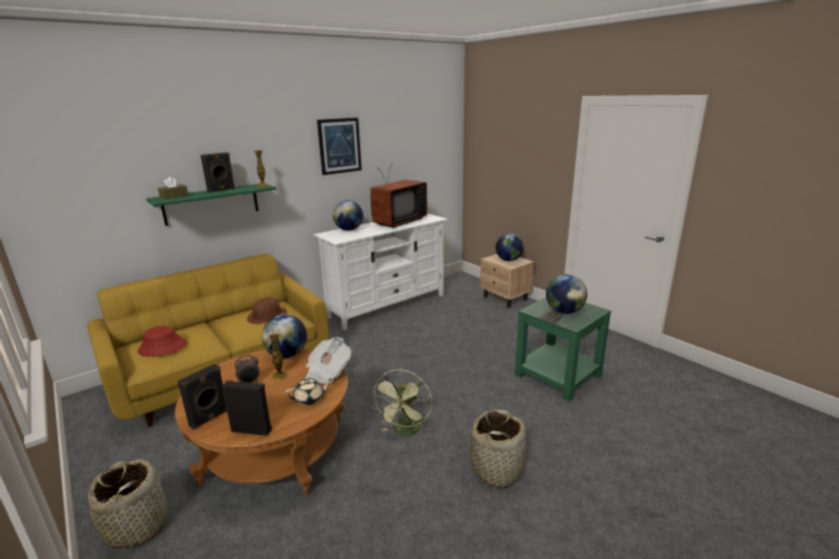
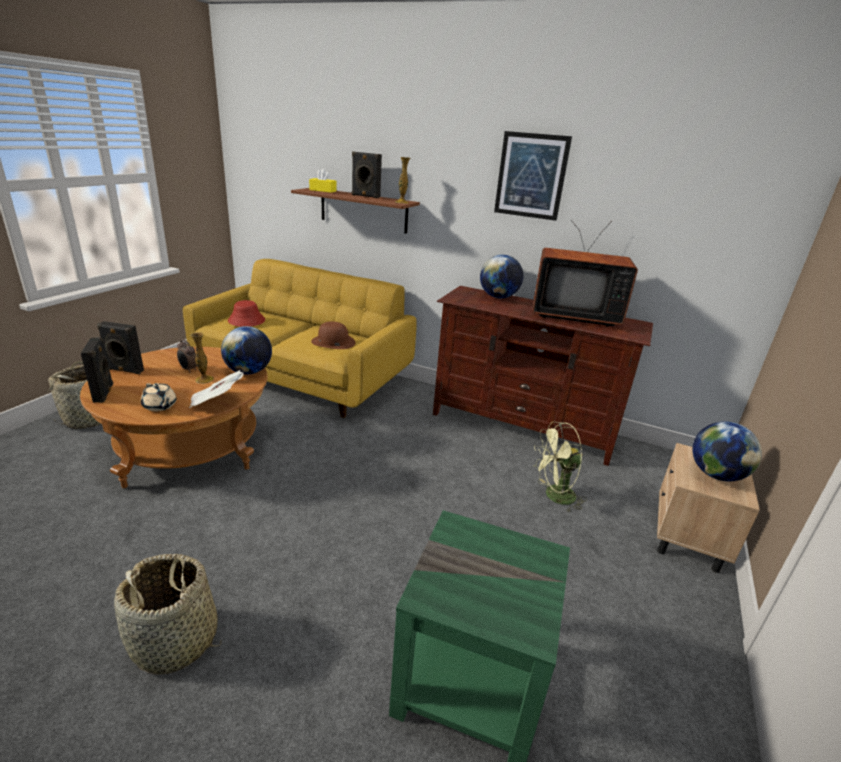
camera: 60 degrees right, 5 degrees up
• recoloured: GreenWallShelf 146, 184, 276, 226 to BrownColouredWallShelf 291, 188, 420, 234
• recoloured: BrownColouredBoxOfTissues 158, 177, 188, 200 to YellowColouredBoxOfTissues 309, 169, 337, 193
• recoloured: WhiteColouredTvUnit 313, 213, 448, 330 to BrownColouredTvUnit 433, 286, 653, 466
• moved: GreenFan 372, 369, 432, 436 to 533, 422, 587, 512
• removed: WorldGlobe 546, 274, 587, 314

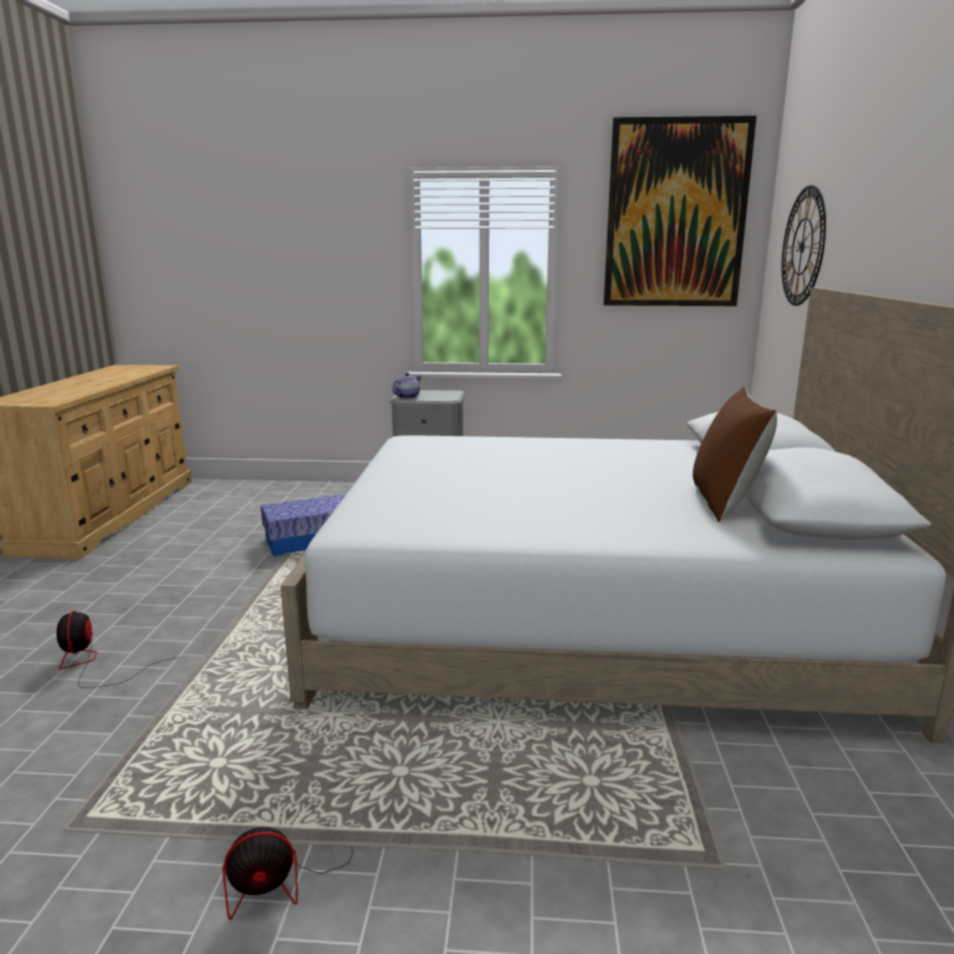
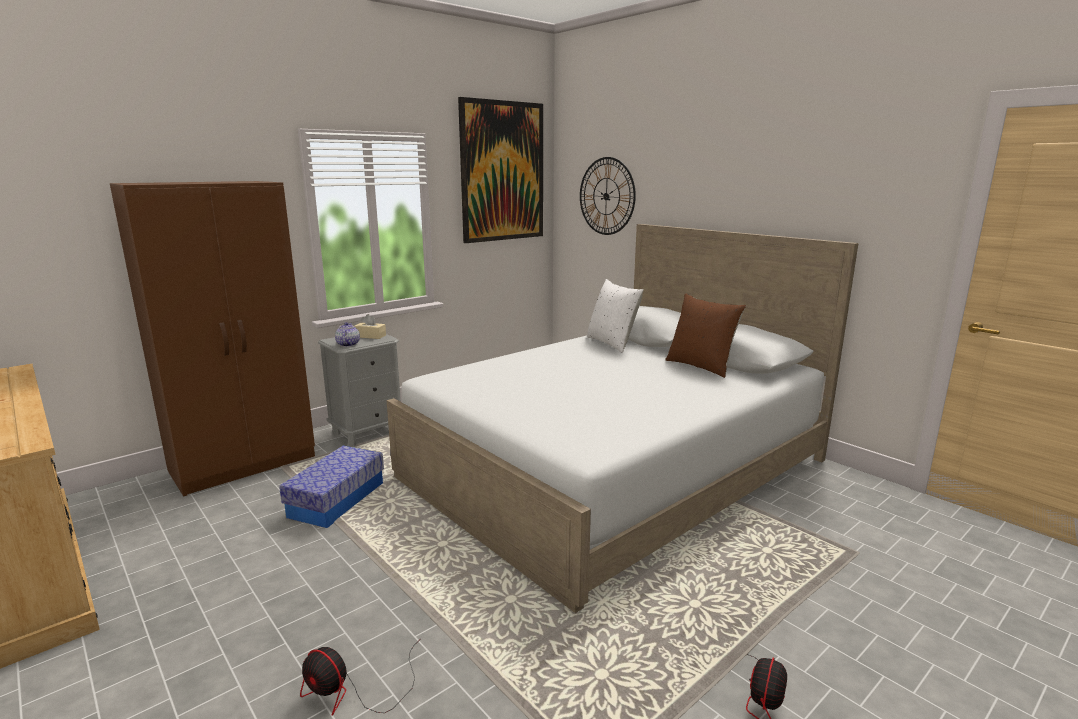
camera: 45 degrees left, 0 degrees up
• added: BrownColouredWardrobe 110, 181, 315, 497
• added: SandColouredBoxOfTissues 354, 314, 386, 339
• added: WhiteColouredPillow 587, 279, 644, 353

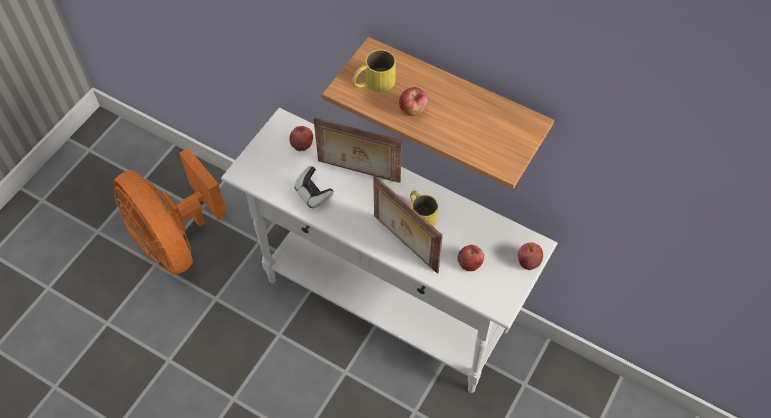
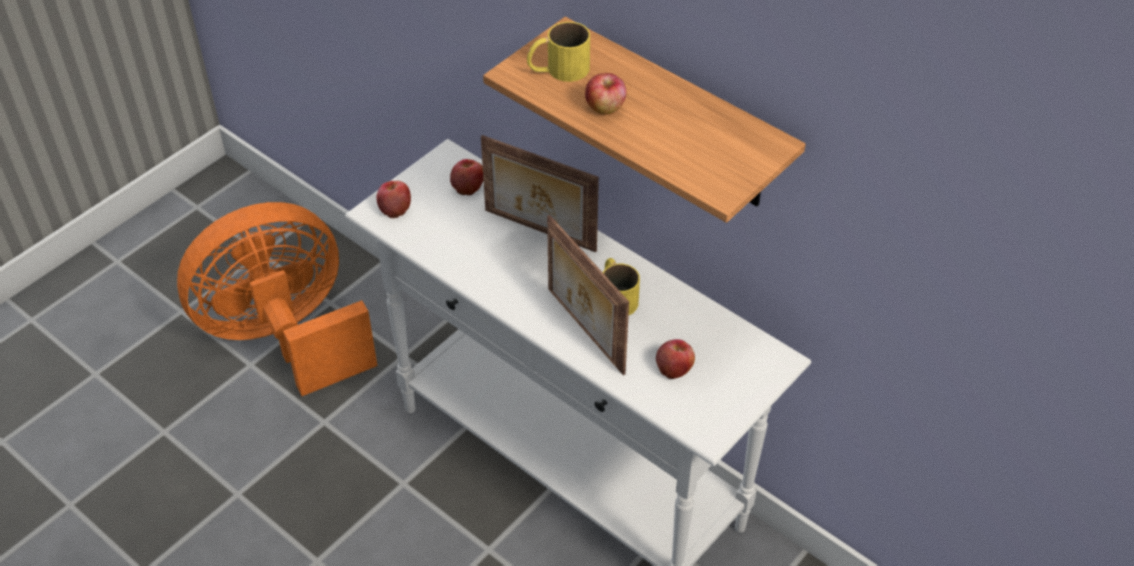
camera: 10 degrees right, 10 degrees down
• turned: OrangeColouredFan 113, 148, 227, 275 = 177, 202, 378, 396 90 degrees clockwise
• moved: WholeApple 518, 243, 543, 270 to 376, 181, 411, 218
• removed: Gamepad 294, 166, 334, 209

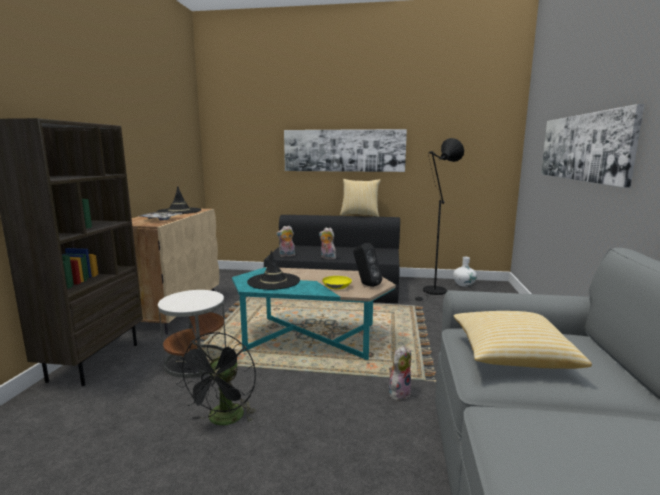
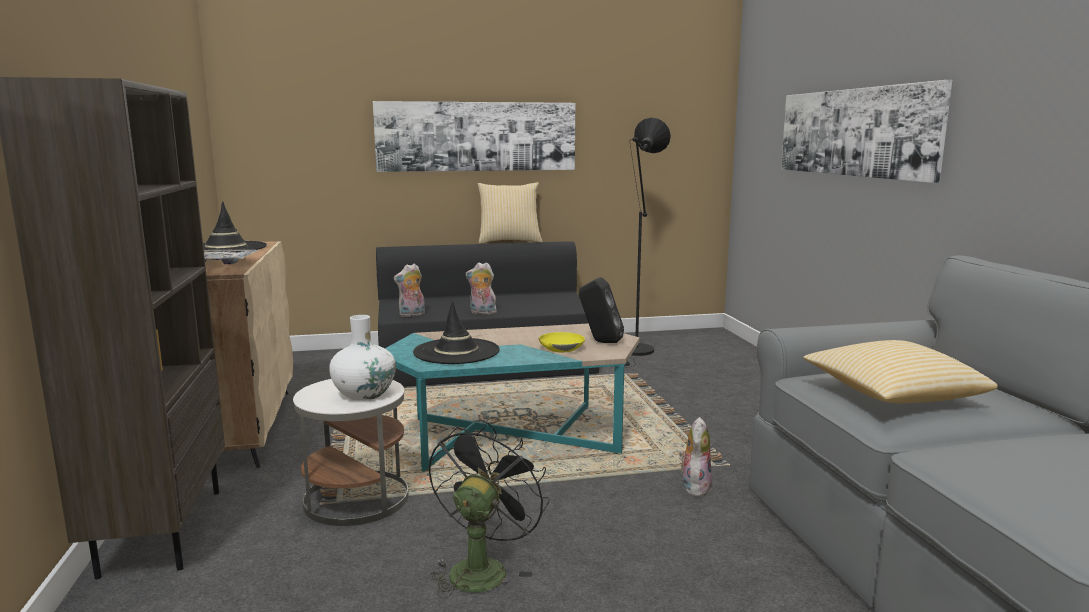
camera: 20 degrees left, 0 degrees up
• moved: WhiteColouredVase 453, 257, 477, 287 to 329, 315, 396, 401
• turned: BlackColouredFan 176, 332, 256, 425 = 429, 422, 549, 598 150 degrees counterclockwise

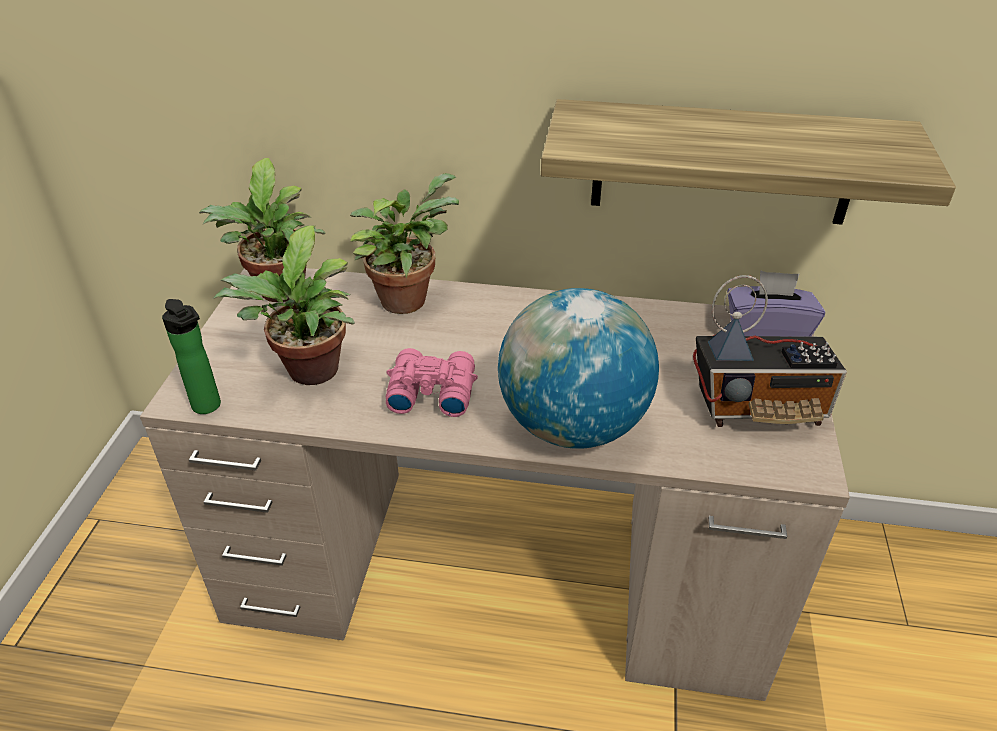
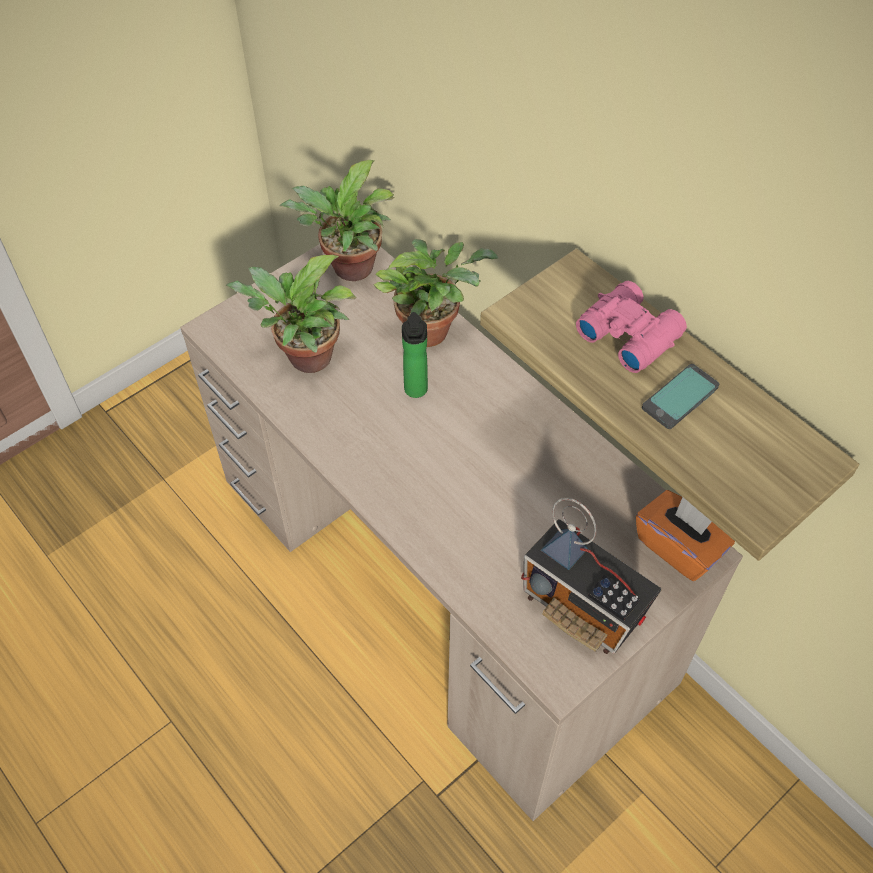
camera: 40 degrees right, 15 degrees up
• moved: Bottle 162, 299, 221, 414 to 402, 312, 428, 398
• moved: PinkishFieldGlasses 386, 348, 478, 417 to 576, 281, 687, 373
• recoloured: PurpleBoxOfTissues 727, 271, 825, 337 to OrangeColouredBoxOfTissues 636, 490, 735, 581
• added: Handset 642, 364, 719, 429
• removed: WorldGlobe 498, 288, 659, 449

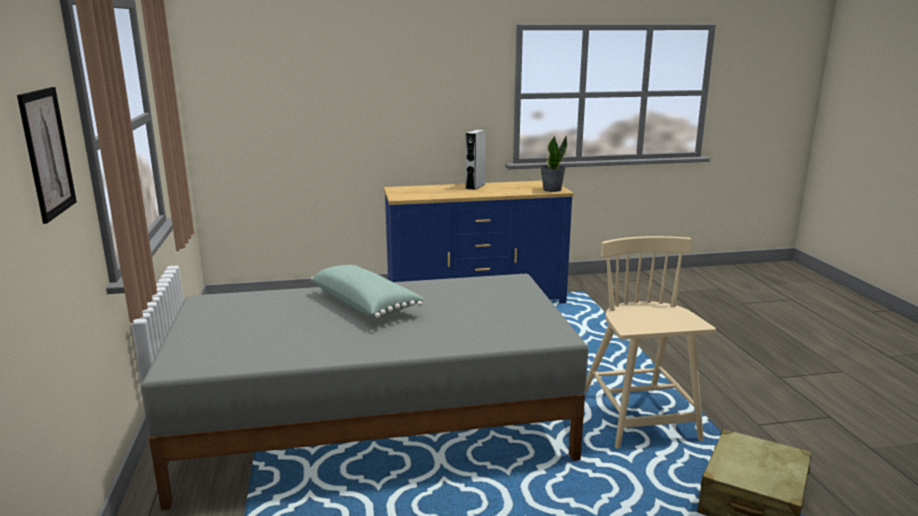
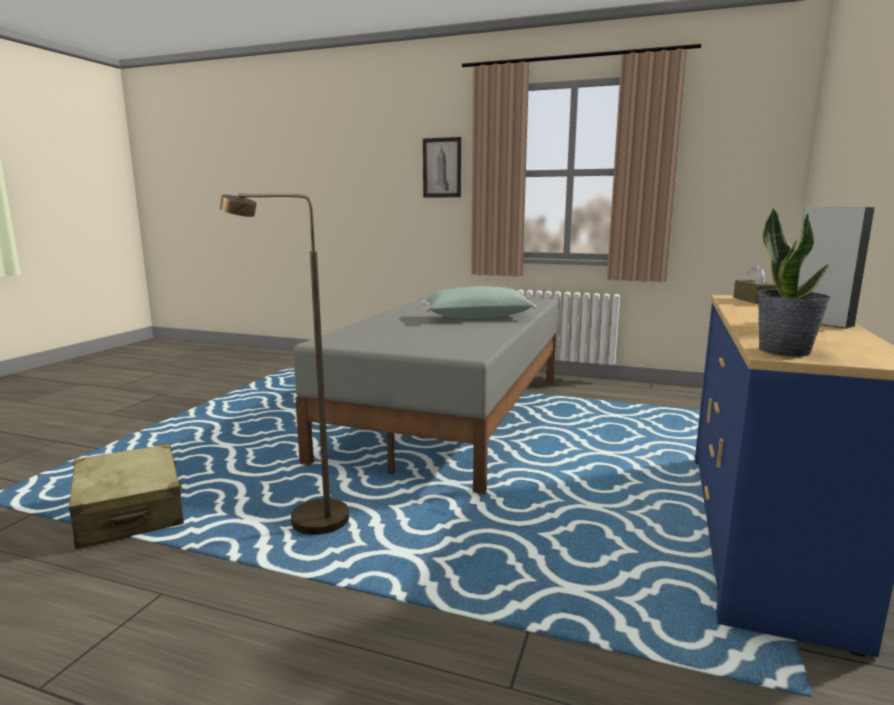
camera: 120 degrees right, 5 degrees down
• replaced: SandColouredUprightChair 584, 236, 716, 449 to BrownColouredStandingLamp 220, 194, 349, 535
• added: BrownColouredBoxOfTissues 733, 265, 777, 304

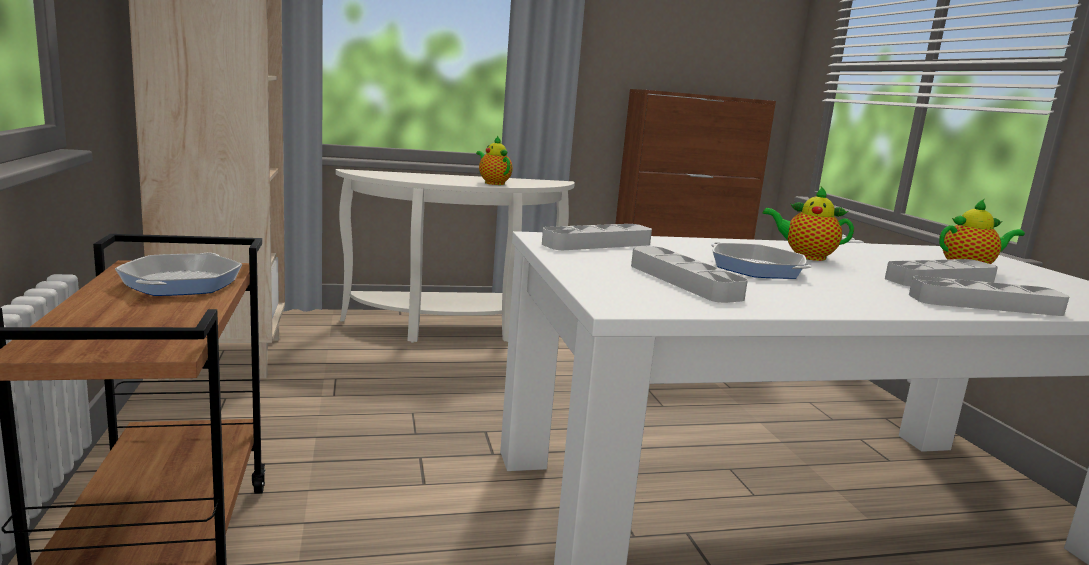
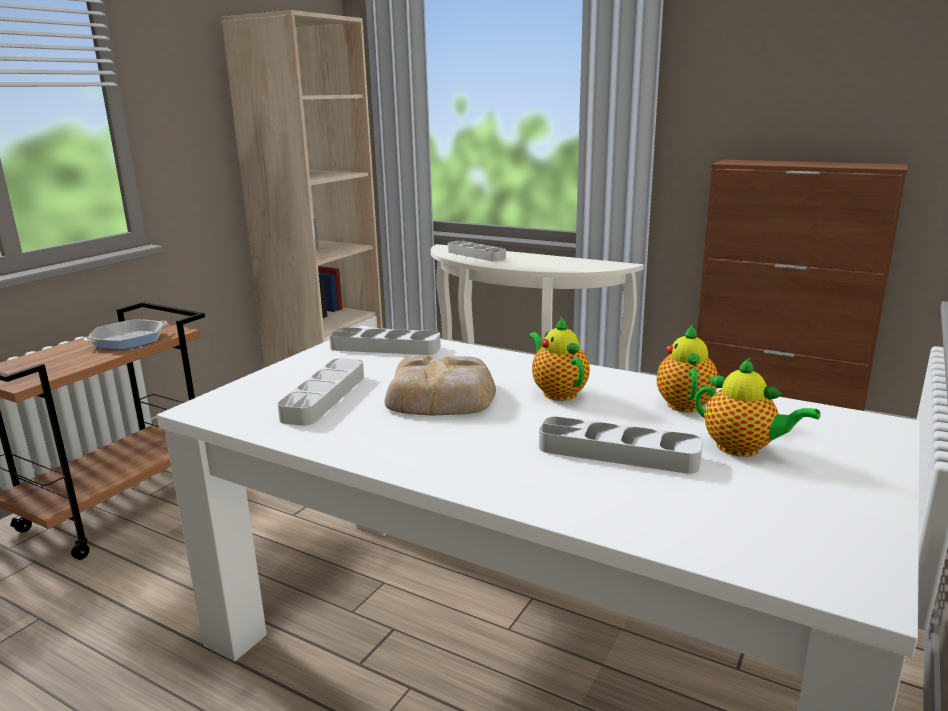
camera: 45 degrees right, 5 degrees up
• replaced: Pan 711, 242, 812, 279 to BakeryBread 384, 355, 496, 415
• moved: GrayTray 909, 276, 1070, 316 to 448, 241, 506, 262
• moved: PotForTea 476, 135, 513, 185 to 657, 324, 718, 413

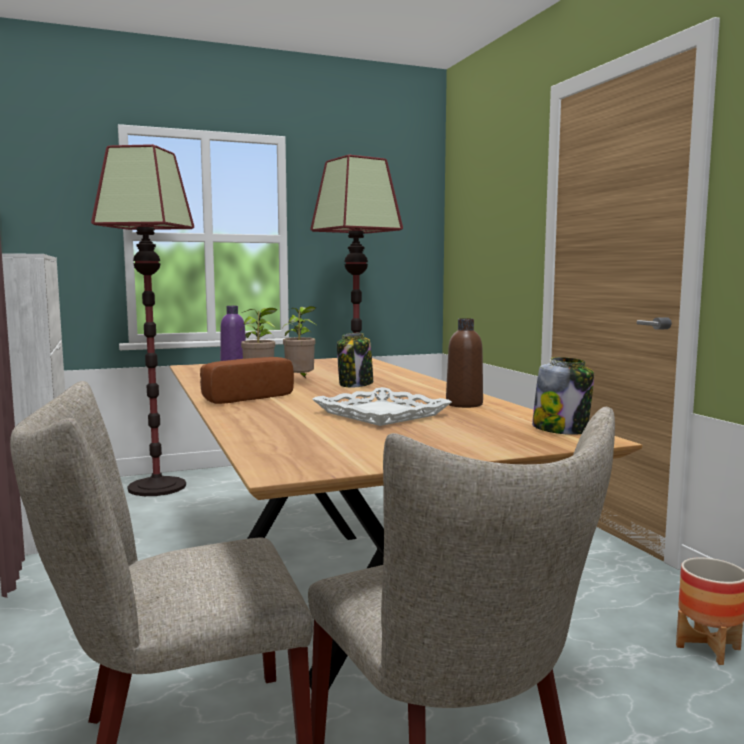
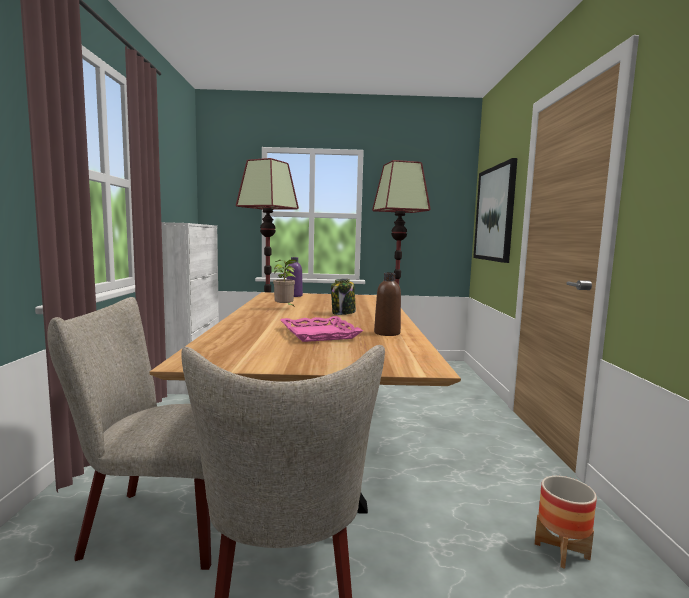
camera: 20 degrees right, 0 degrees up
• recoloured: WhiteColouredTray 312, 387, 452, 426 to PinkishTray 281, 316, 363, 342
• added: Picture 473, 158, 517, 263
• removed: BakeryBread 200, 357, 294, 404
• removed: Houseplant 282, 306, 316, 378
• removed: Jar 532, 357, 594, 435

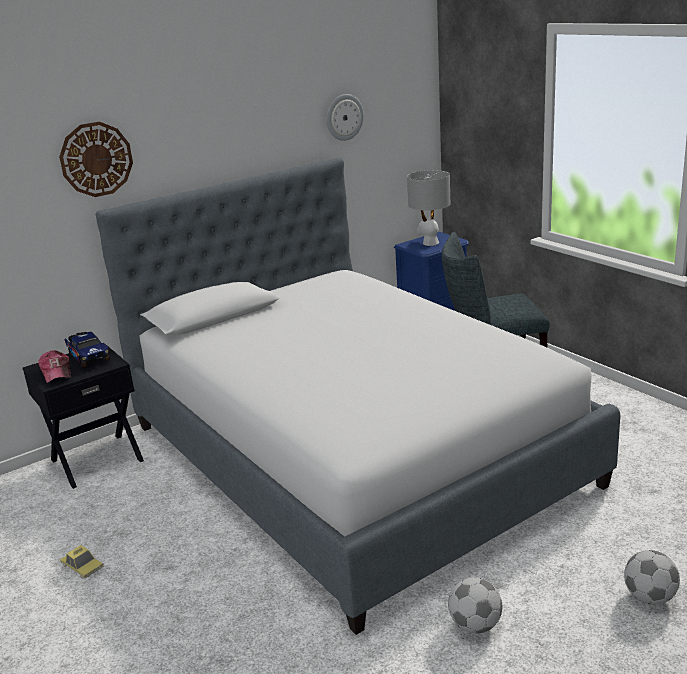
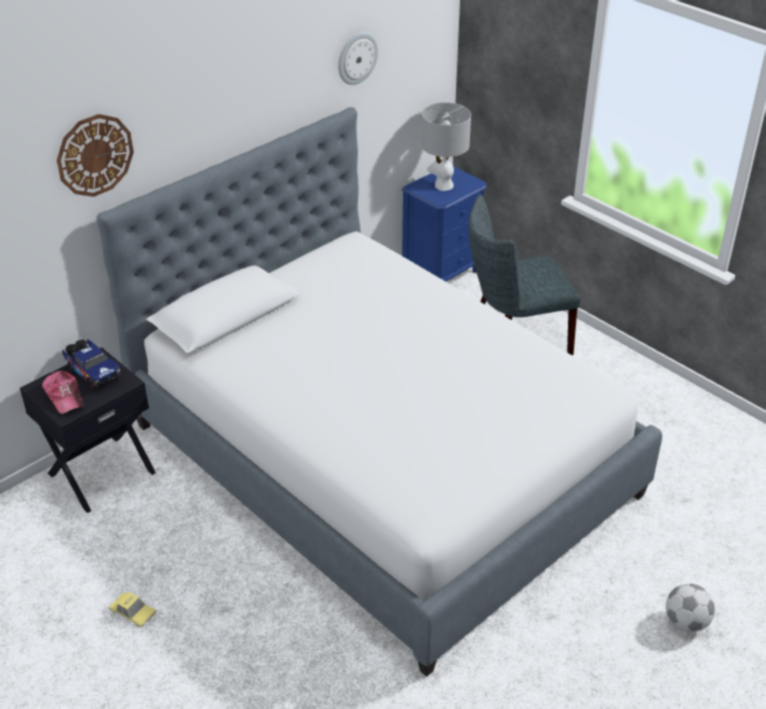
camera: 10 degrees left, 15 degrees up
• removed: Football 448, 577, 502, 634

